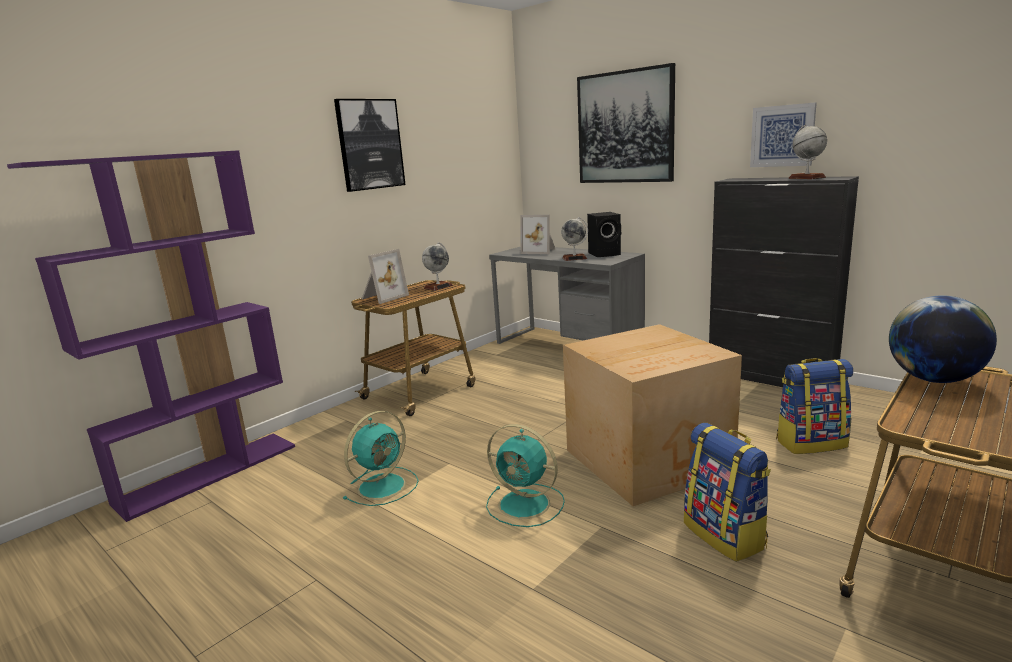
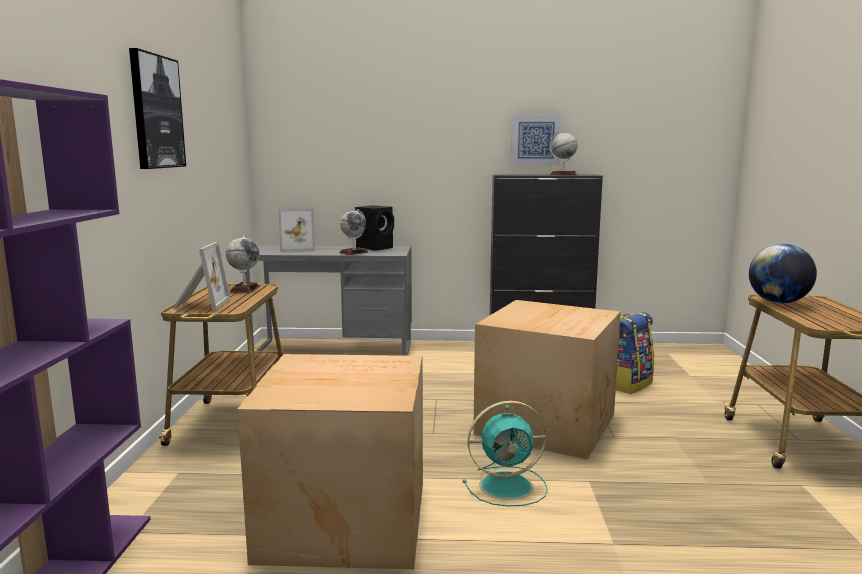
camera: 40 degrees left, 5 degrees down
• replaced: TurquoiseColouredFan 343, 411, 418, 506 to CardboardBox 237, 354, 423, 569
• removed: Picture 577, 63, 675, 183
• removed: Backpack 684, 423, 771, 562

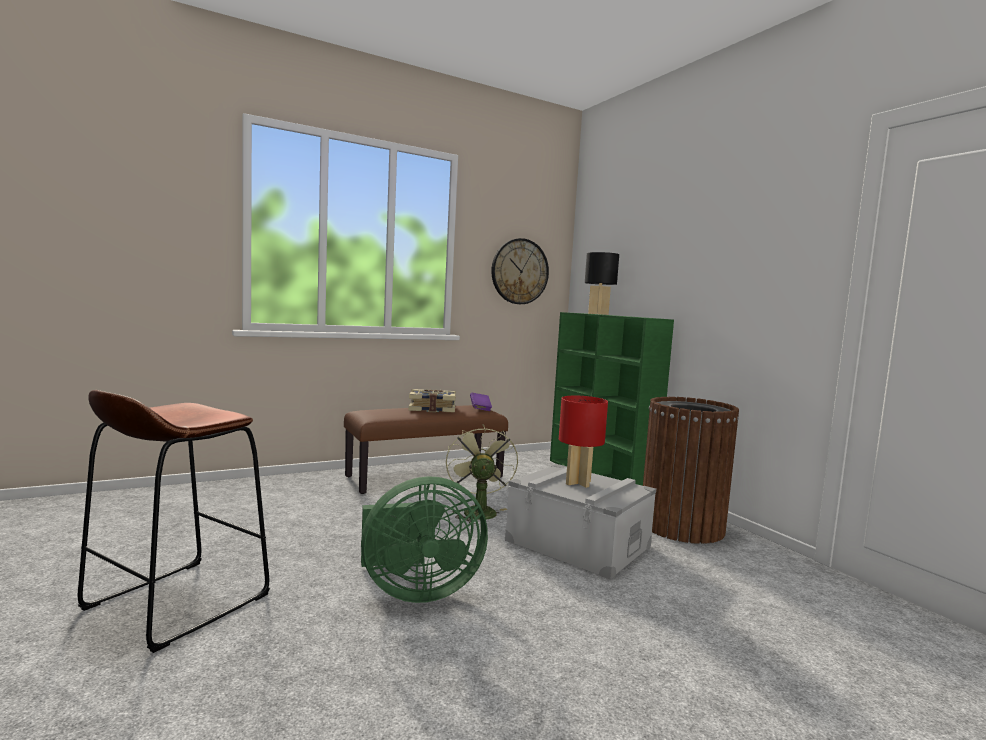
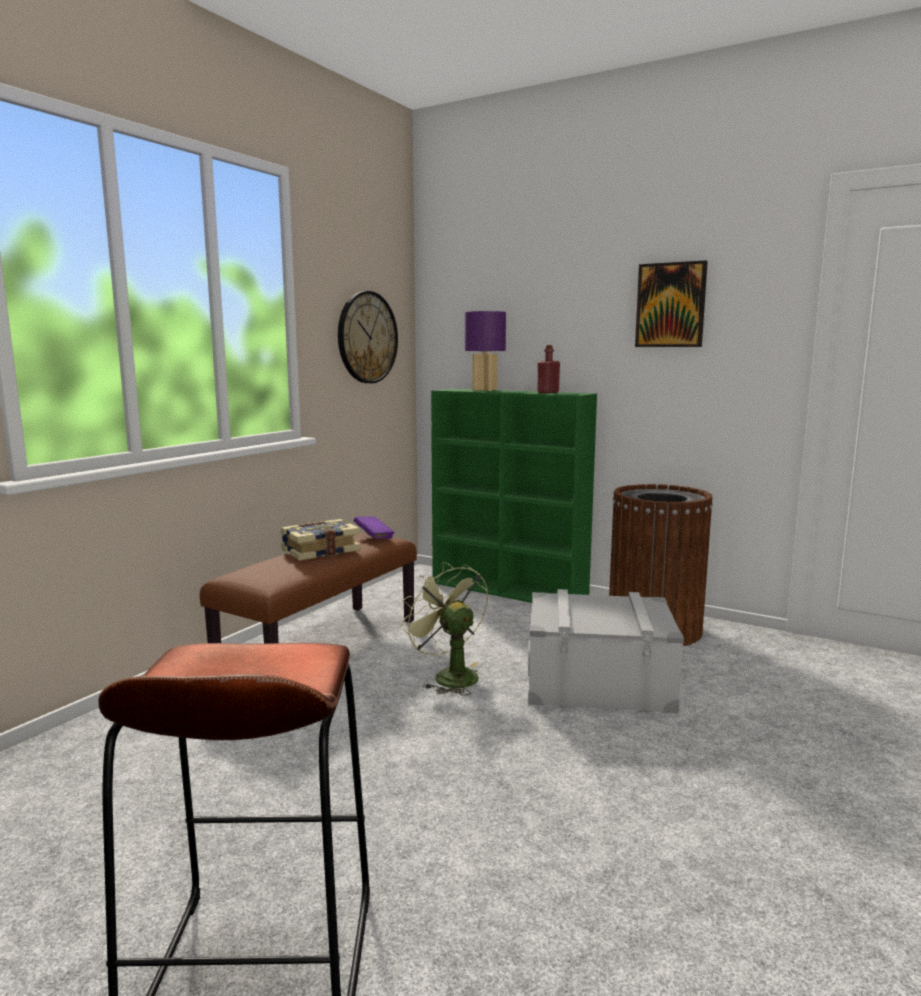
camera: 30 degrees left, 5 degrees up
• recoloured: BlackColouredTabletopLamp 585, 252, 619, 315 to PurpleTabletopLamp 465, 311, 506, 391
• added: RedColouredBottle 537, 345, 560, 393
• added: Picture 635, 260, 708, 347
• removed: GreenFan 361, 476, 488, 603
• removed: RedColouredTabletopLamp 559, 396, 608, 488

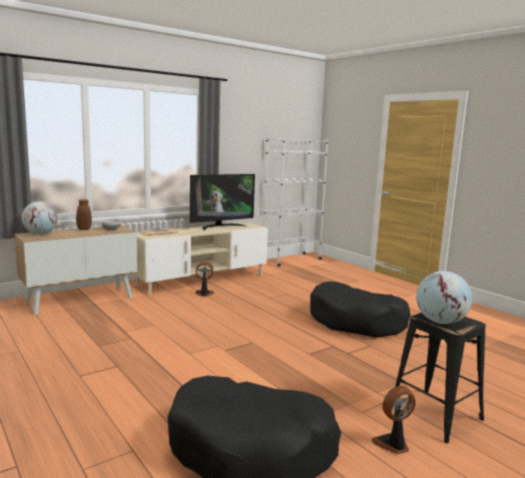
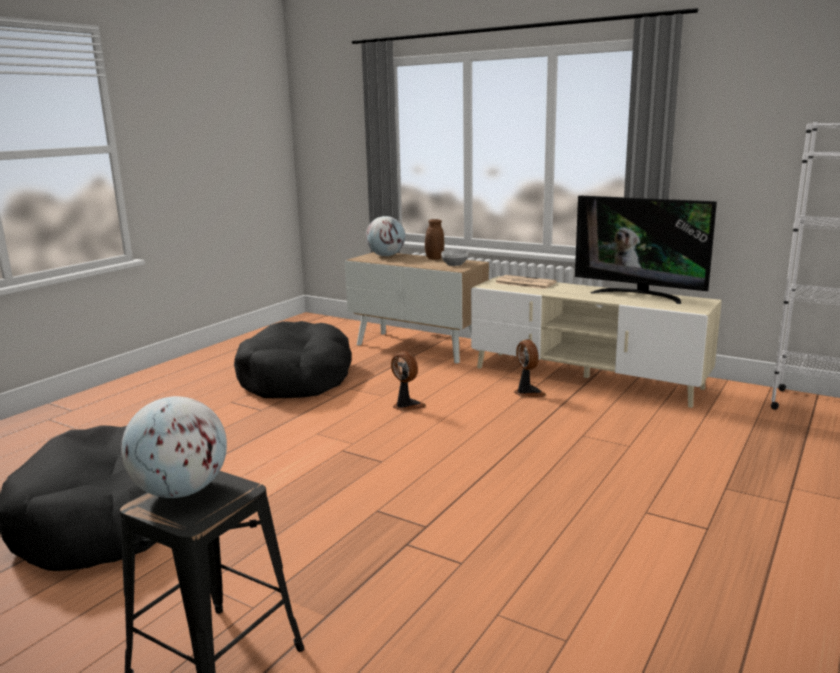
camera: 70 degrees right, 5 degrees up
• moved: BlackColouredDogCushion 310, 281, 411, 338 to 234, 321, 352, 398
• moved: Fan 372, 386, 415, 454 to 391, 351, 426, 411

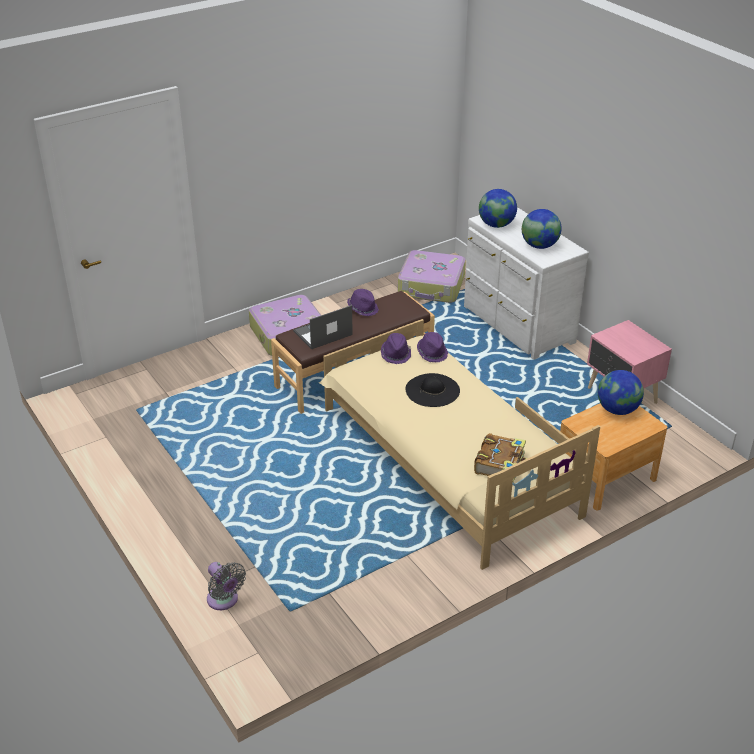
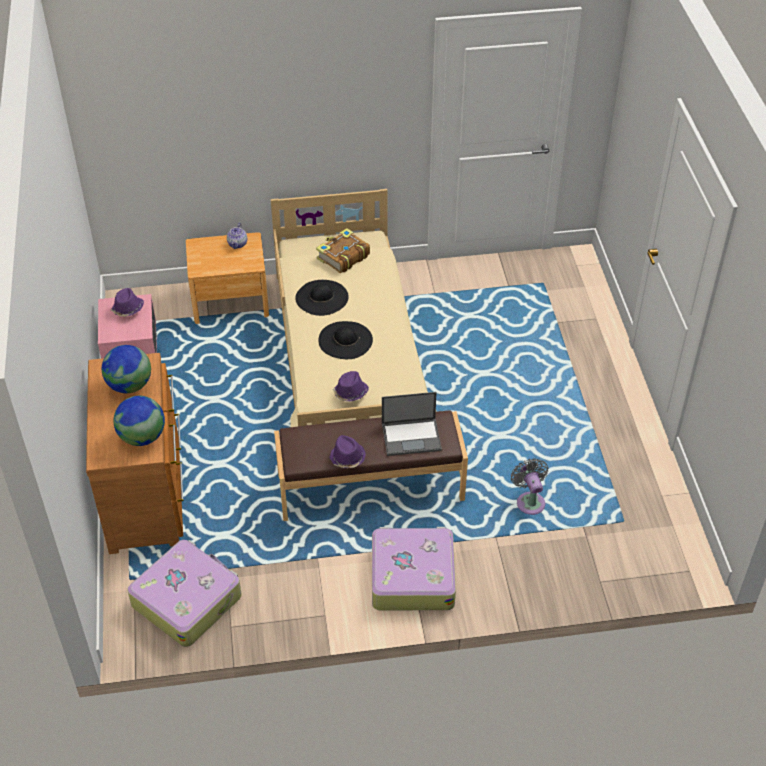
camera: 155 degrees left, 10 degrees up
• recoloured: WhiteColouredDresser 464, 207, 589, 360 to BrownColouredDresser 86, 353, 184, 554
• moved: PurpleHat 417, 332, 449, 362 to 111, 288, 144, 317
• added: PotForTea 227, 223, 247, 249
• added: BlackColouredHat 295, 280, 349, 316
• moved: GrayFan 207, 562, 246, 610 to 511, 458, 548, 515
• removed: WorldGlobe 598, 370, 644, 415

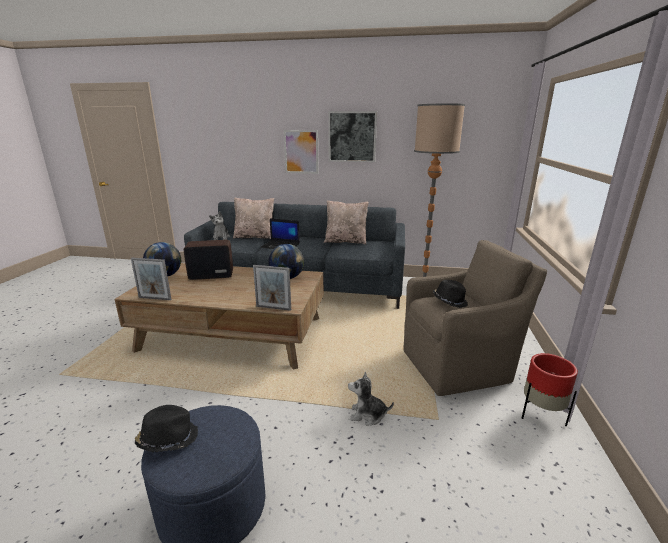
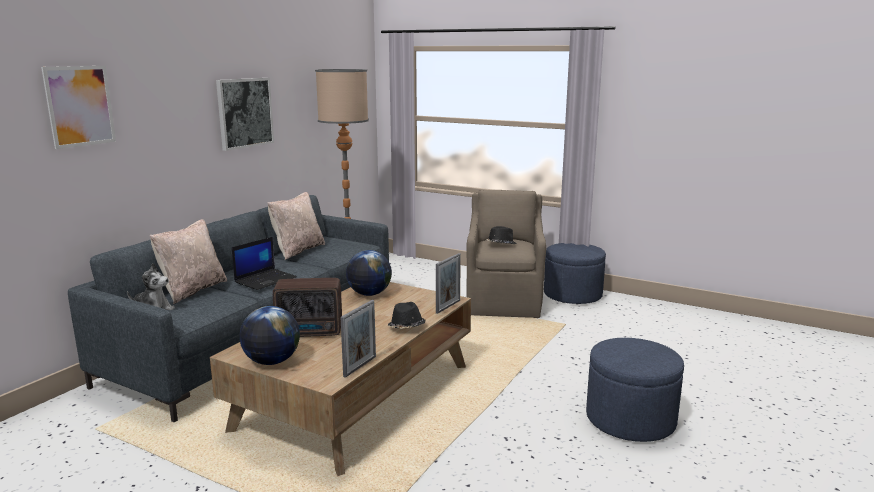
camera: 70 degrees left, 5 degrees down
• moved: Picture 284, 130, 319, 174 to 41, 66, 116, 149
• turned: RadioSet 184, 240, 233, 280 = 273, 278, 342, 337 105 degrees counterclockwise
• moved: BlackColouredHat 135, 405, 198, 453 to 388, 302, 425, 329
• replaced: RedColouredPlanter 522, 353, 578, 427 to BluishPouffe 544, 243, 606, 304
• removed: CuddlyToy 348, 372, 394, 426

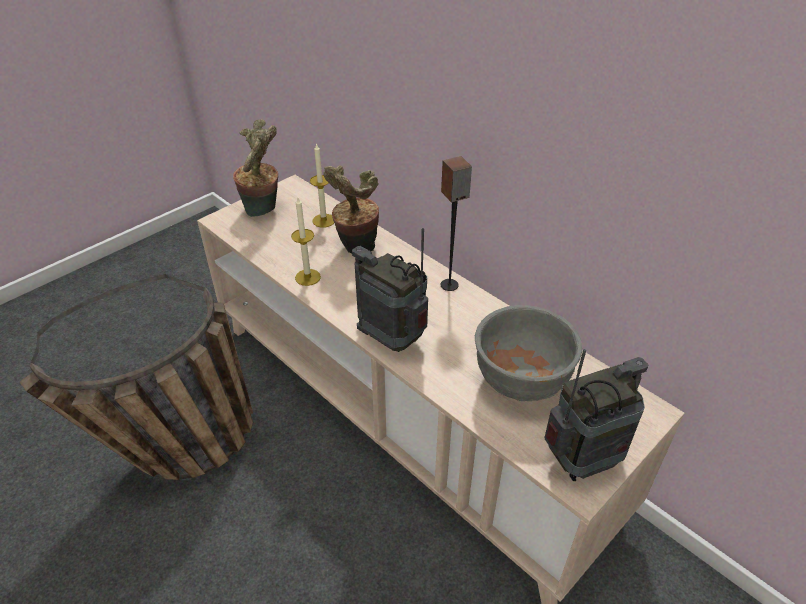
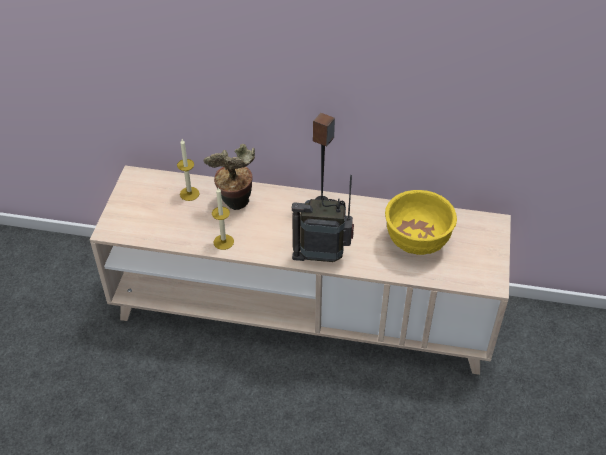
camera: 35 degrees left, 5 degrees up
• recoloured: GrayDeepDish 475, 305, 582, 401 to YellowColouredDeepDish 385, 190, 457, 255
• removed: StorageBasket 20, 274, 253, 480
• removed: Houseplant 233, 119, 278, 217
• removed: RadioSet 545, 349, 648, 481

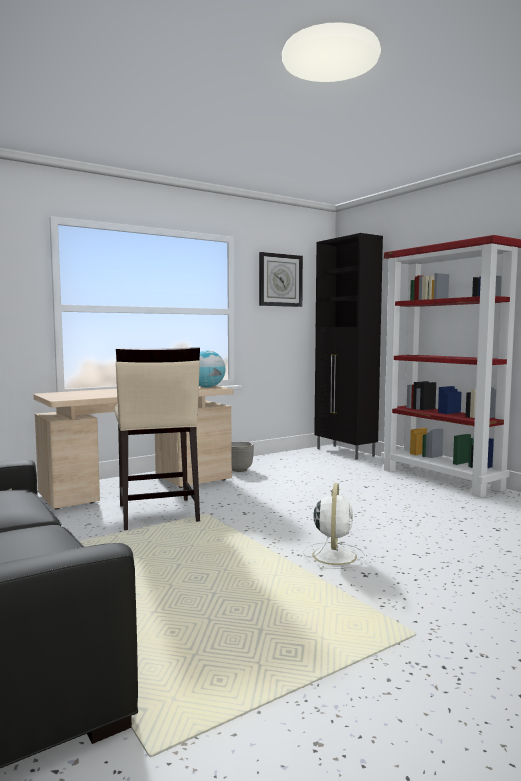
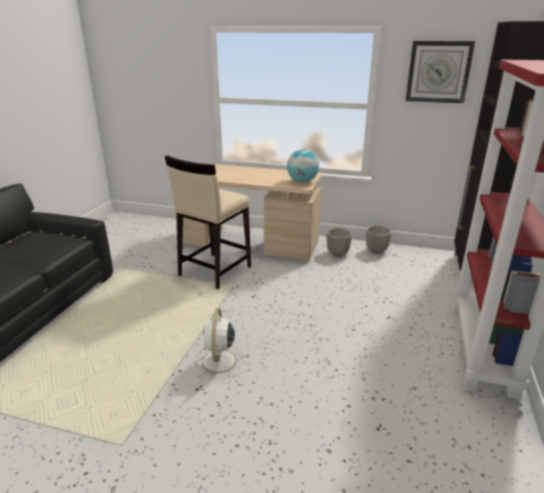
camera: 50 degrees right, 20 degrees up
• turned: WhiteColouredFan 303, 483, 366, 569 = 194, 308, 244, 379 120 degrees clockwise
• added: Planter 366, 226, 392, 254

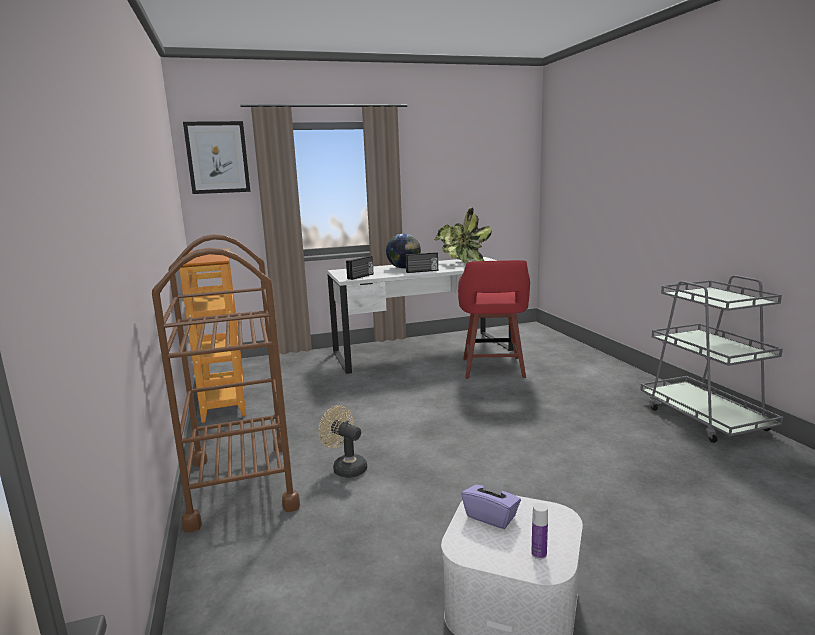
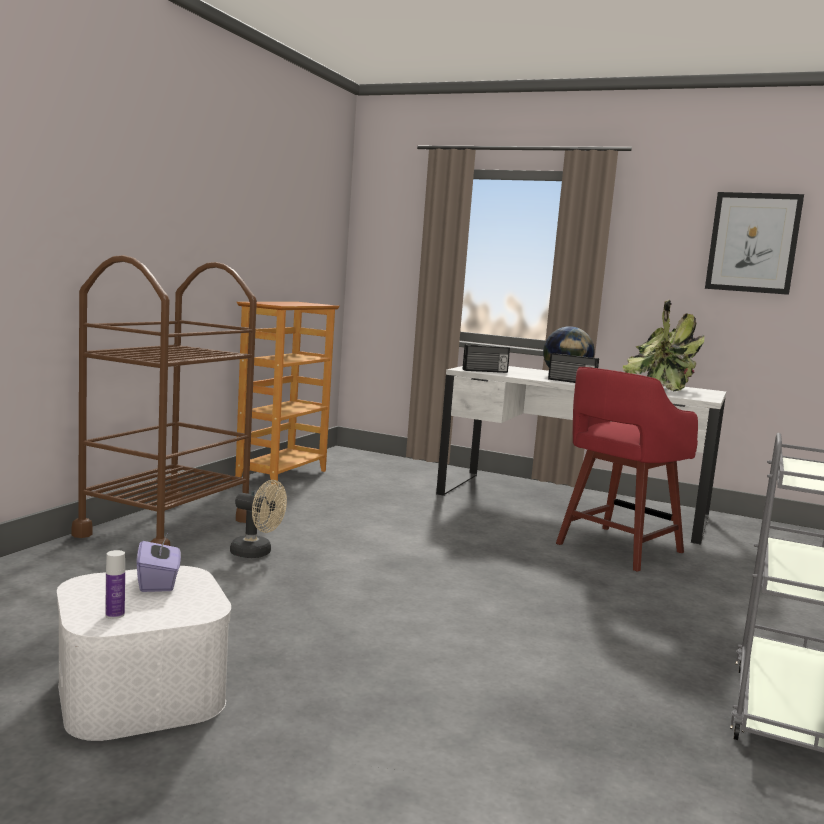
camera: 40 degrees right, 5 degrees down
• turned: SandColouredFan 318, 405, 367, 478 = 230, 480, 287, 558 120 degrees clockwise
• moved: Picture 183, 121, 250, 194 to 705, 192, 804, 295

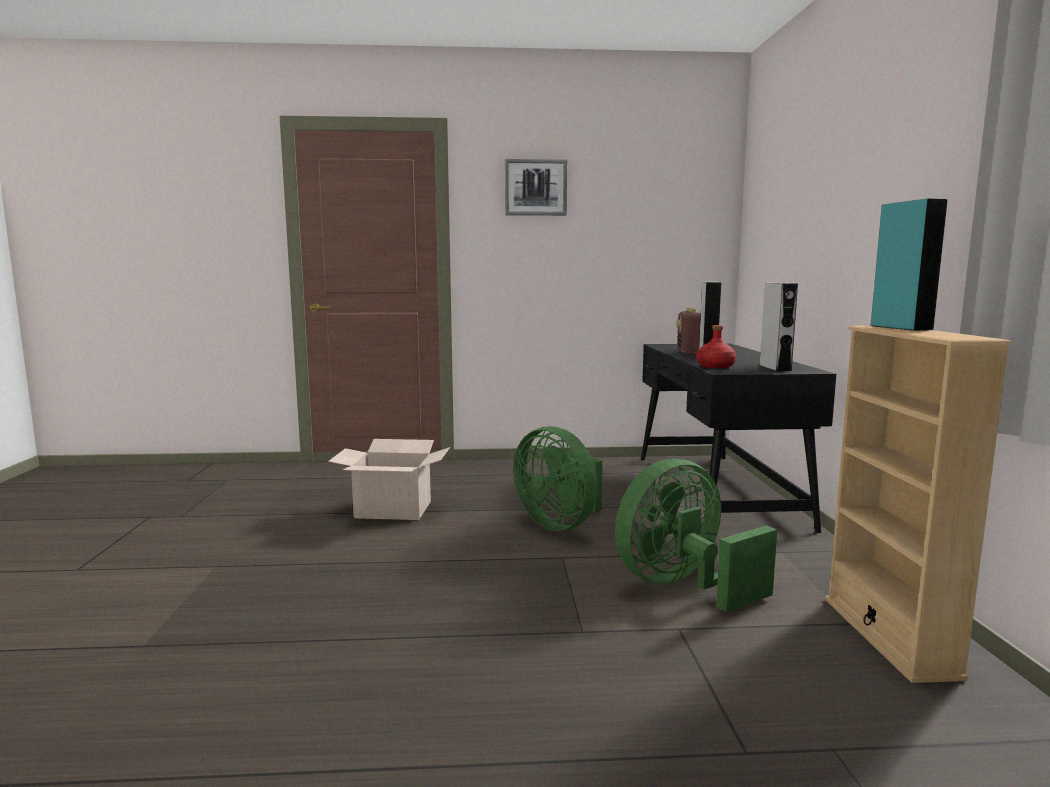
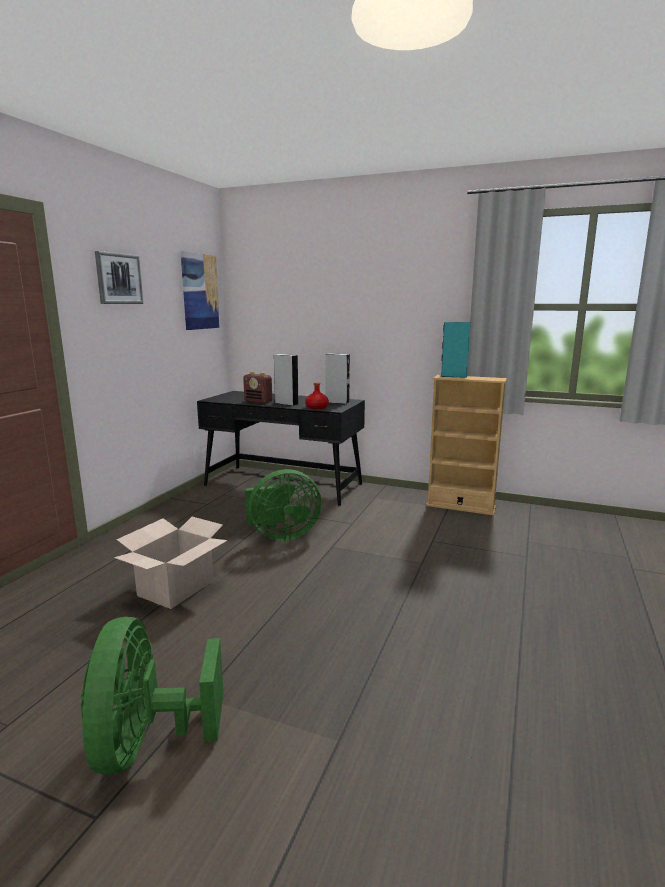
camera: 65 degrees left, 5 degrees up
• moved: GreenFan 615, 459, 777, 613 to 80, 617, 224, 775
• added: Picture 180, 251, 220, 330

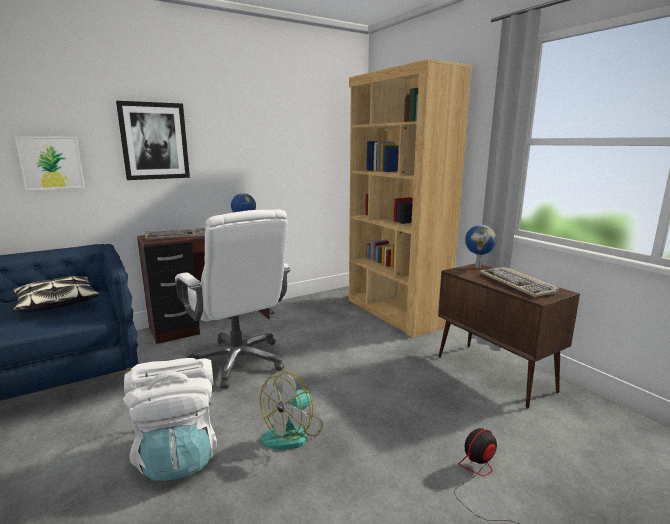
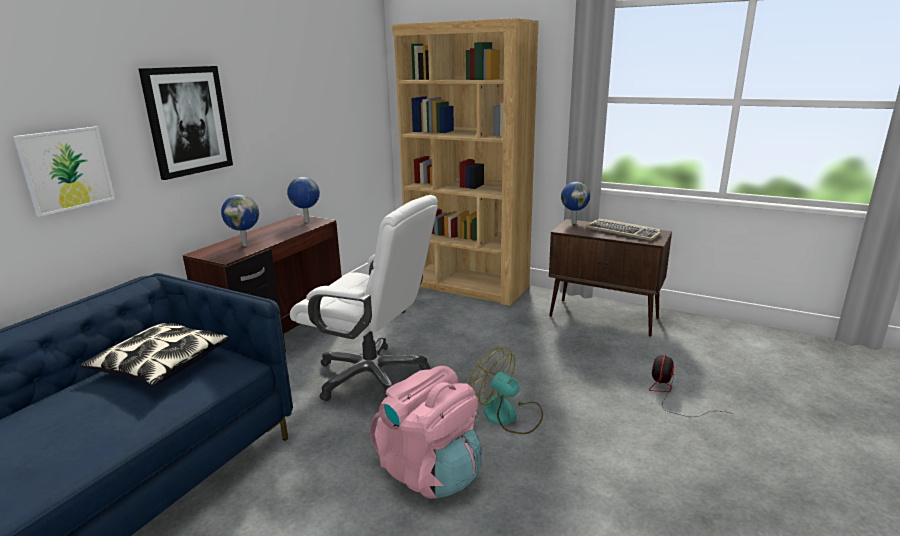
camera: 30 degrees left, 5 degrees up
• replaced: ComputerKeyboard 145, 228, 205, 240 to WorldGlobe 221, 195, 259, 246
• recoloured: WhiteColouredBackpack 123, 358, 217, 481 to PinkishBackpack 370, 366, 482, 499
• turned: Fan 260, 370, 324, 449 = 468, 347, 543, 434 120 degrees clockwise

